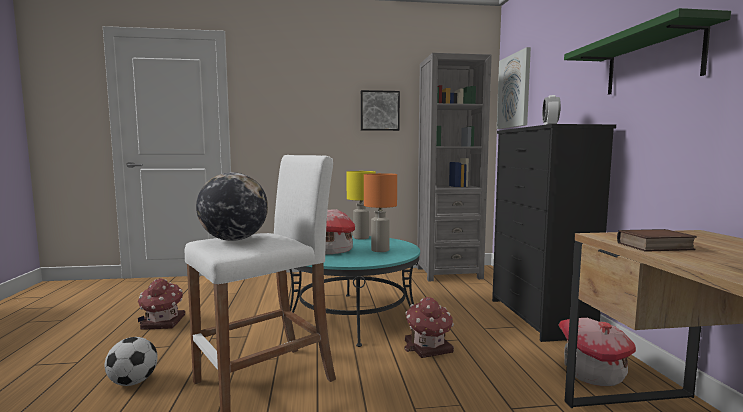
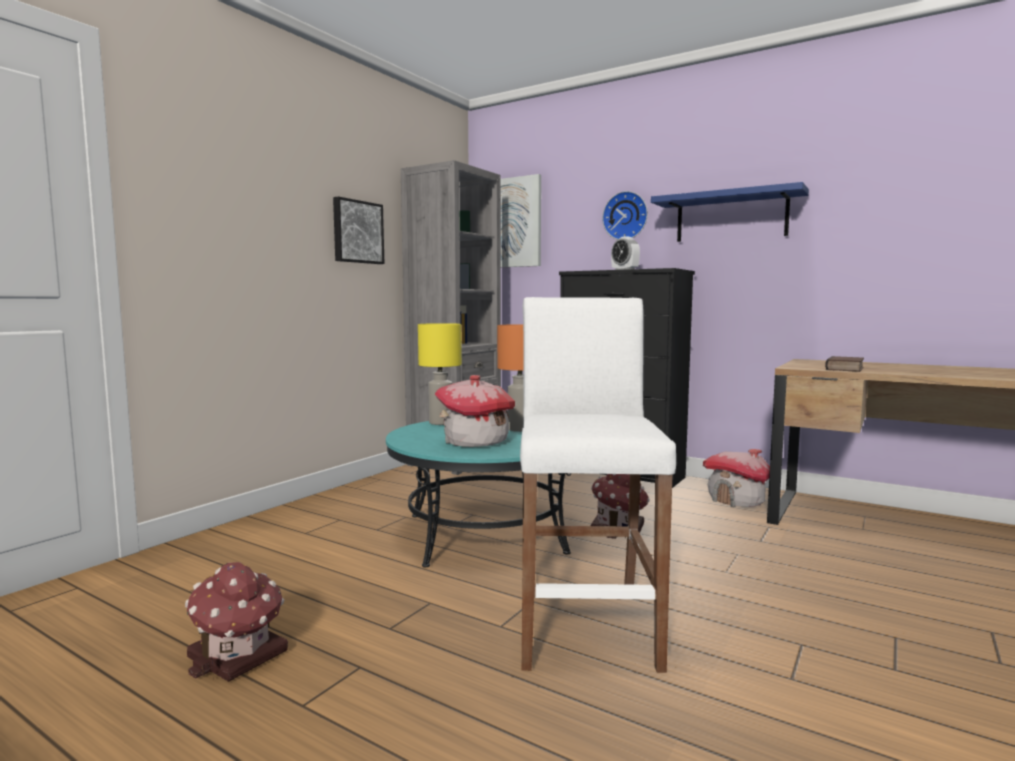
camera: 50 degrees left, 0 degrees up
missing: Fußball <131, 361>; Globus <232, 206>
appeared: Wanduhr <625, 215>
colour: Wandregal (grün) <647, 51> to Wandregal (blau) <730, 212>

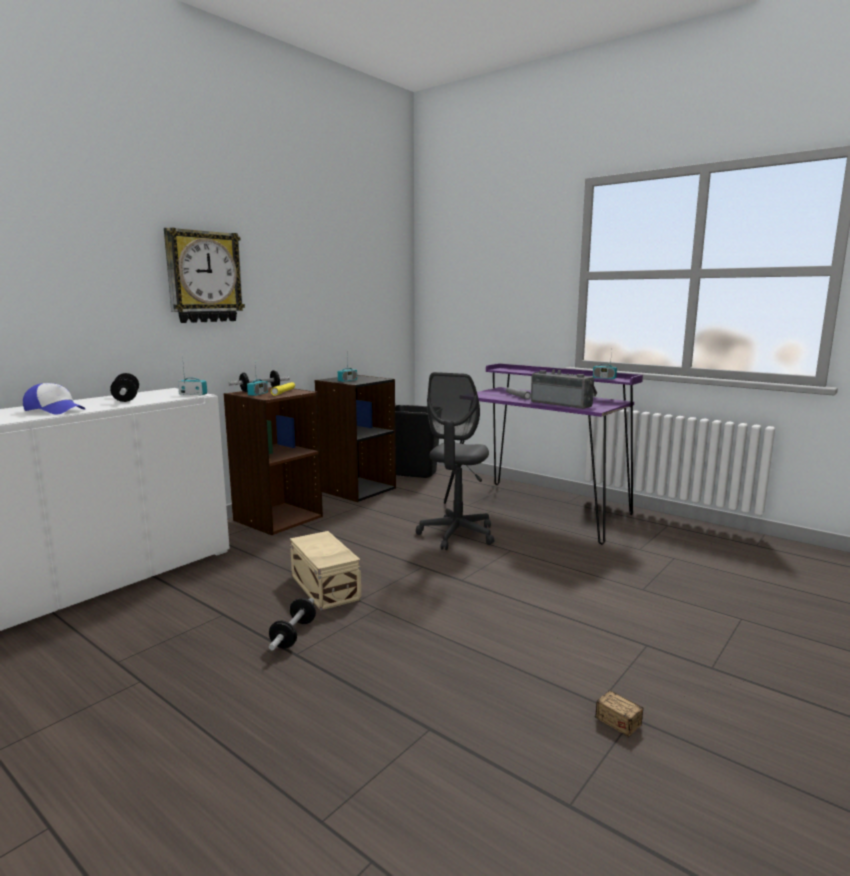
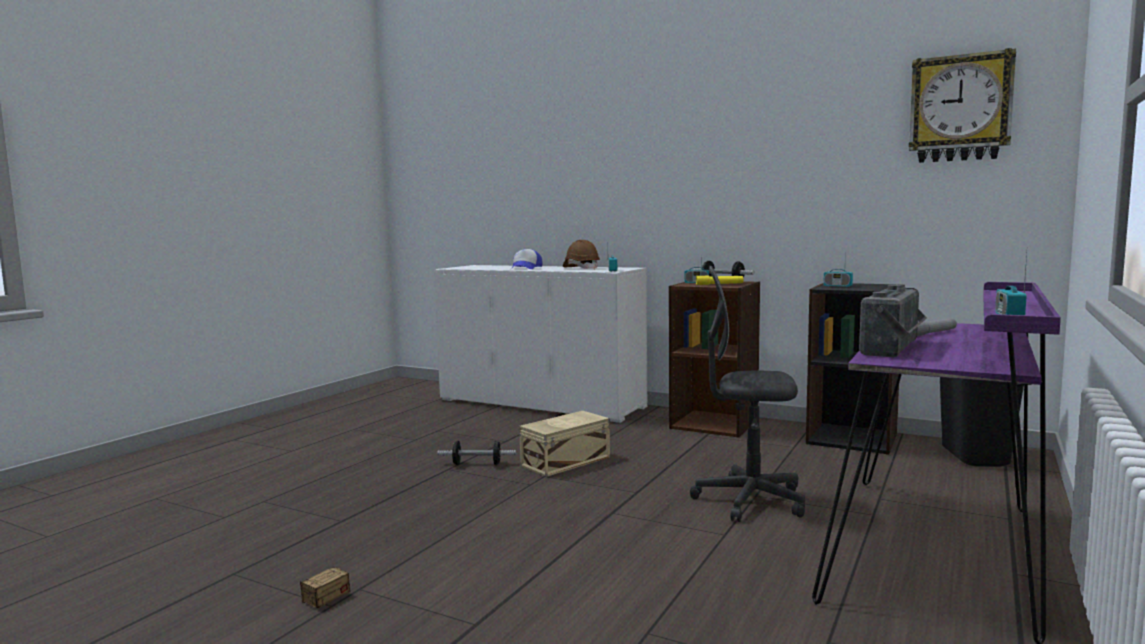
camera: 80 degrees right, 5 degrees down
relocated: Wanduhr <204, 275> to <962, 105>
exchanged: Hantel <124, 387> to Schutzhelm (braun) <581, 255>

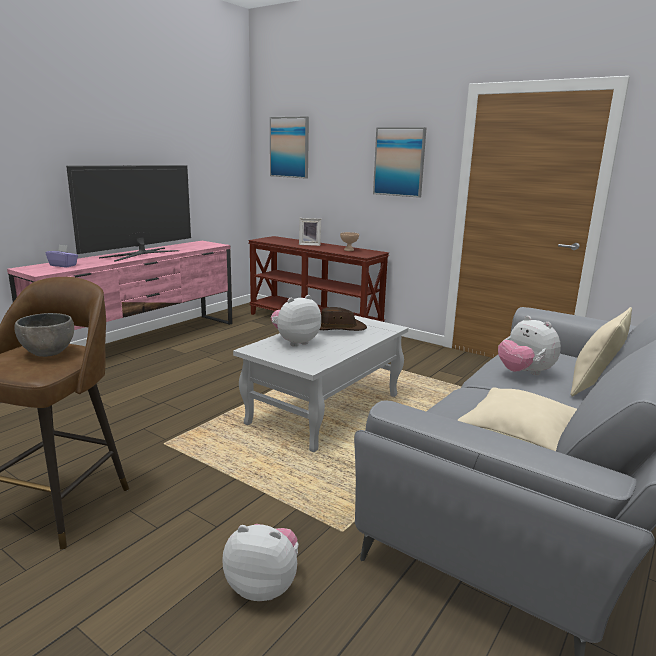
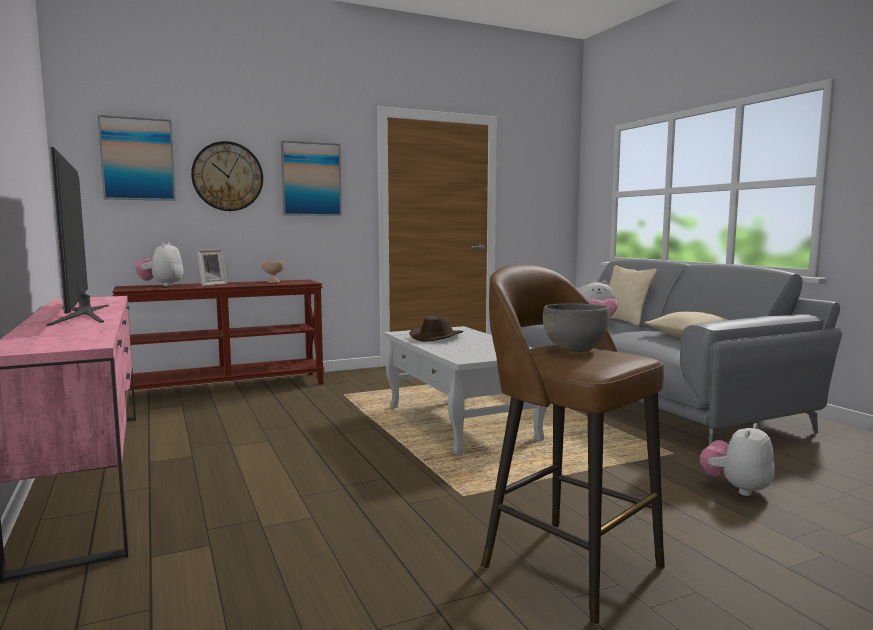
camera: 60 degrees left, 10 degrees down
missing: Taschentuchbox (lila) <61, 256>
appeared: Wanduhr <227, 176>
relocated: Plüschtier <296, 321> to <159, 264>

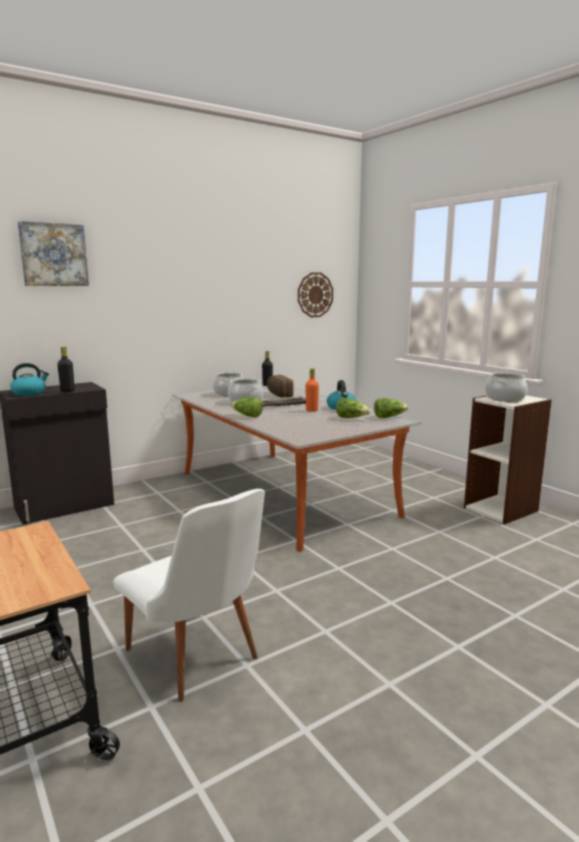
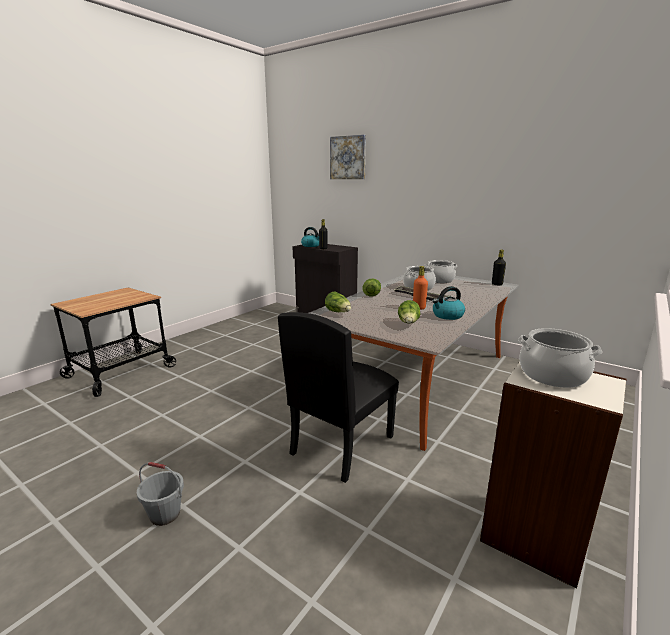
camera: 70 degrees right, 5 degrees up
missing: Stuhl (weiß) <189, 595>; Brot <280, 386>; Wanduhr <315, 294>
appeared: Eimer (grau) <160, 494>; Stuhl (schwarz) <338, 397>
relocated: Salatkopf <391, 408> to <338, 302>

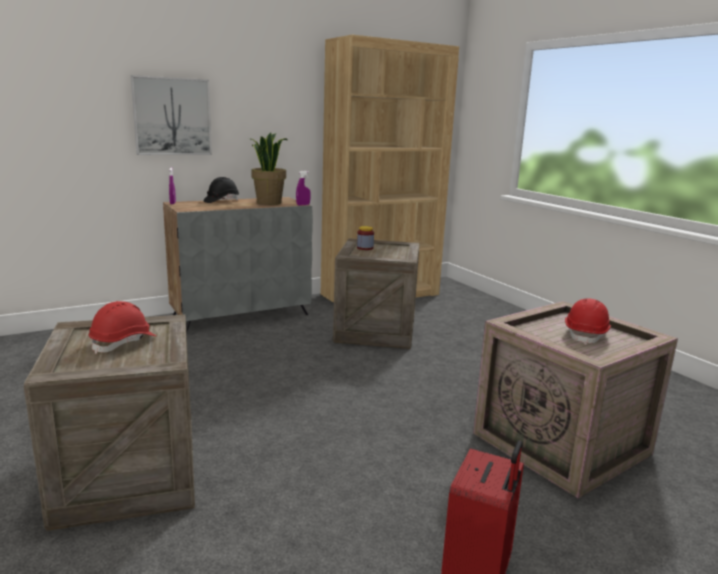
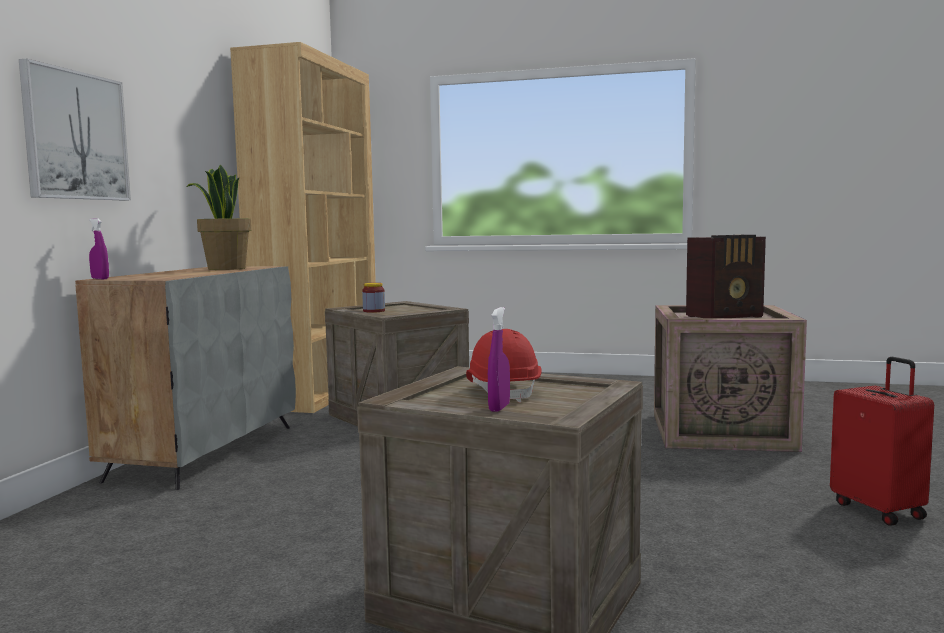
camera: 45 degrees left, 10 degrees down
missing: Schutzhelm (schwarz) <221, 190>
relocated: Sprühflasche (lila) <303, 188> to <499, 359>
exchanged: Schutzhelm (rot) <588, 321> to Radio <726, 276>

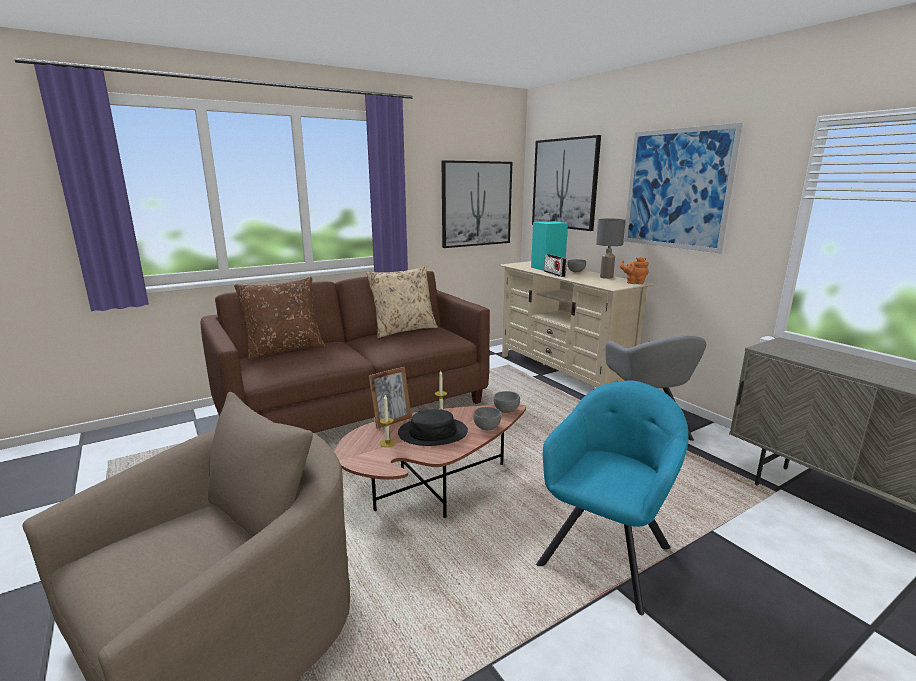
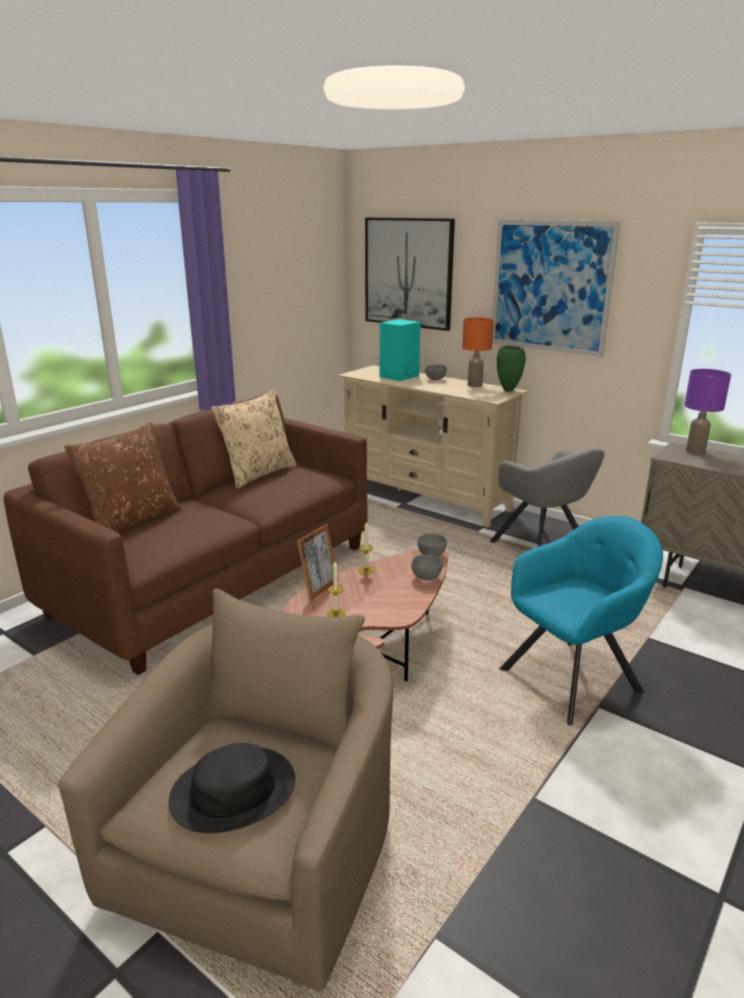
camera: 20 degrees left, 5 degrees up
missing: Bild <477, 204>; Radio <555, 265>
appeared: Tischlampe (lila) <707, 411>
relocated: Hut (schwarz) <433, 427> to <232, 788>
exchanged: Teekanne (orange) <634, 270> to Vase (grün) <511, 368>
colour: Tischlampe (grau) <611, 249> to Tischlampe (orange) <478, 352>
spun: Sessel (türkis) <612, 497> = <581, 621> 45 degrees clockwise

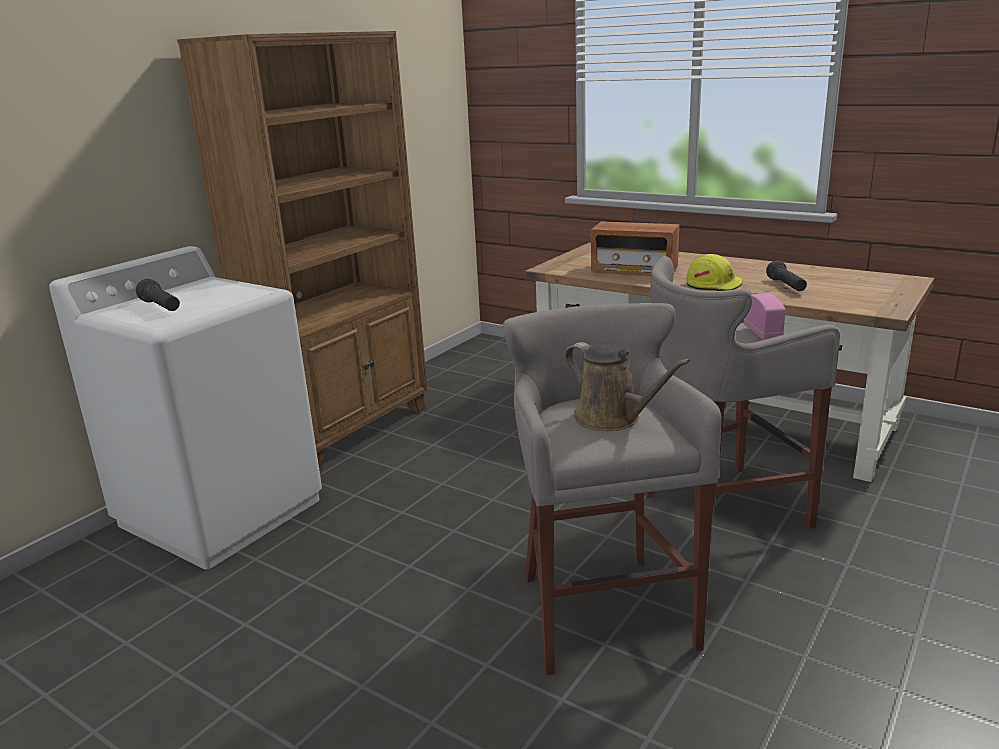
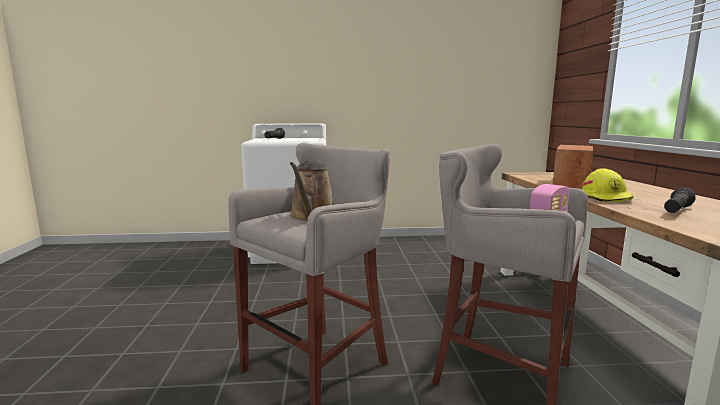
camera: 50 degrees right, 10 degrees down
missing: Bücherregal (braun) <302, 251>
spun: Radio <635, 248> = <572, 167> 135 degrees counterclockwise

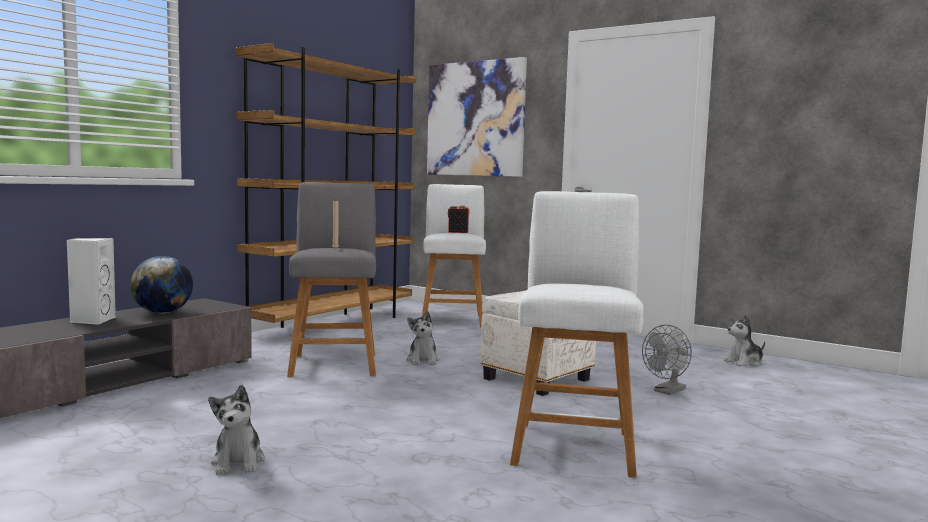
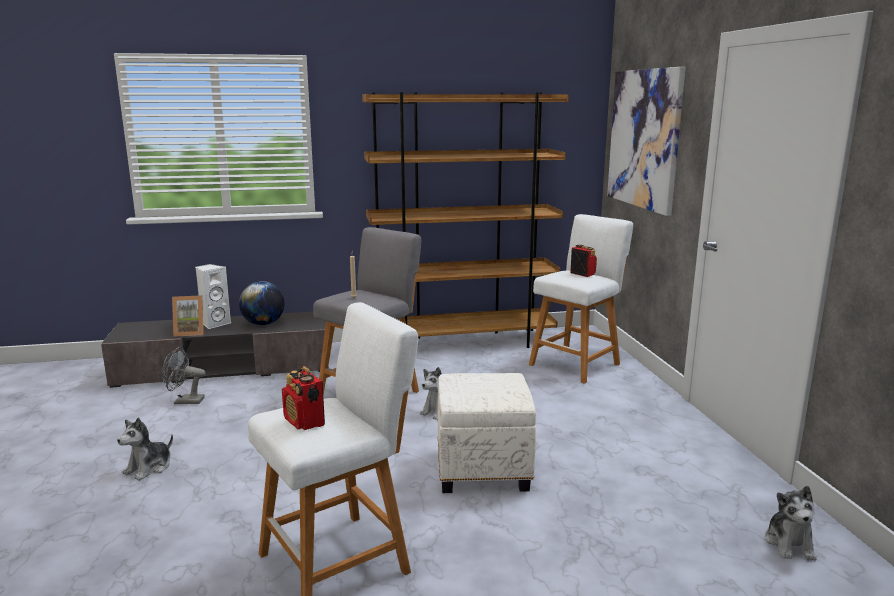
camera: 45 degrees right, 10 degrees up
appeared: Bilderrahmen <188, 316>; Radio <303, 398>
relocated: Ventilator (grau) <667, 360> to <184, 375>
spun: Plüschtier <744, 341> = <791, 523> 105 degrees counterclockwise

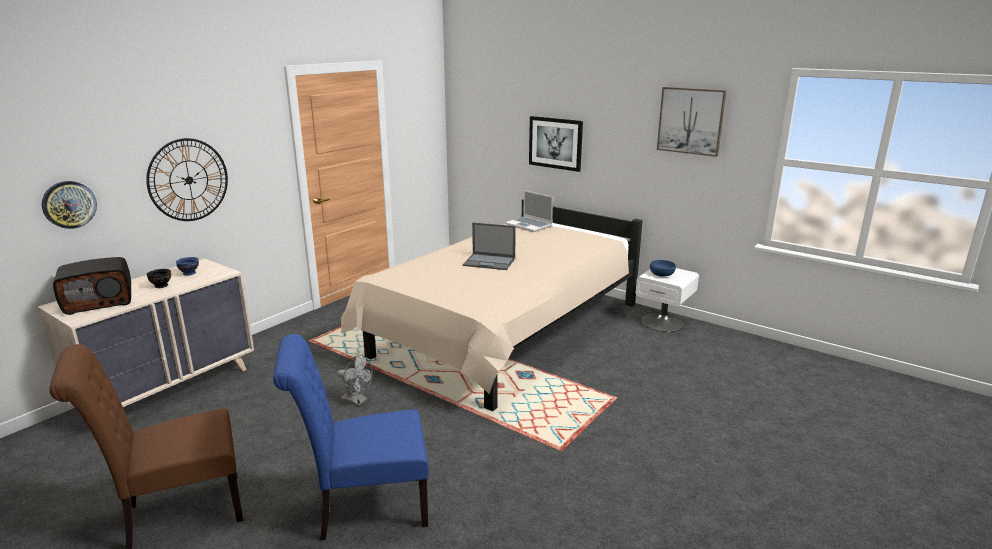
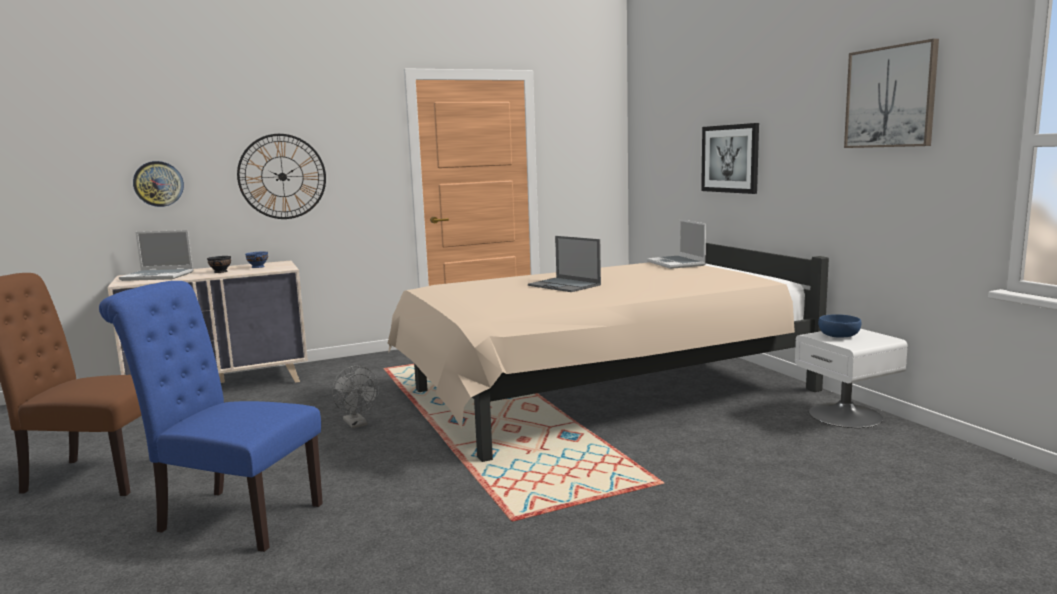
camera: 30 degrees right, 10 degrees down
exchanged: Radio <92, 286> to Laptop <156, 255>

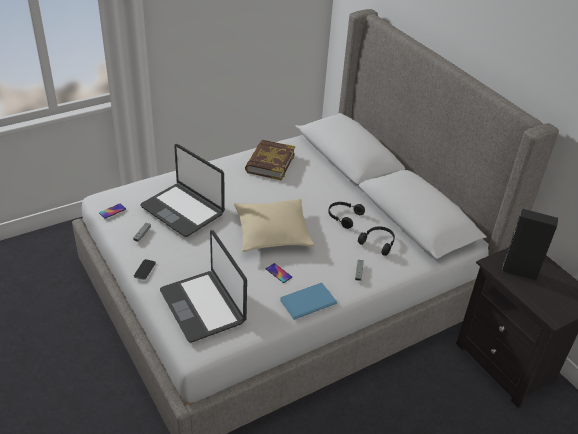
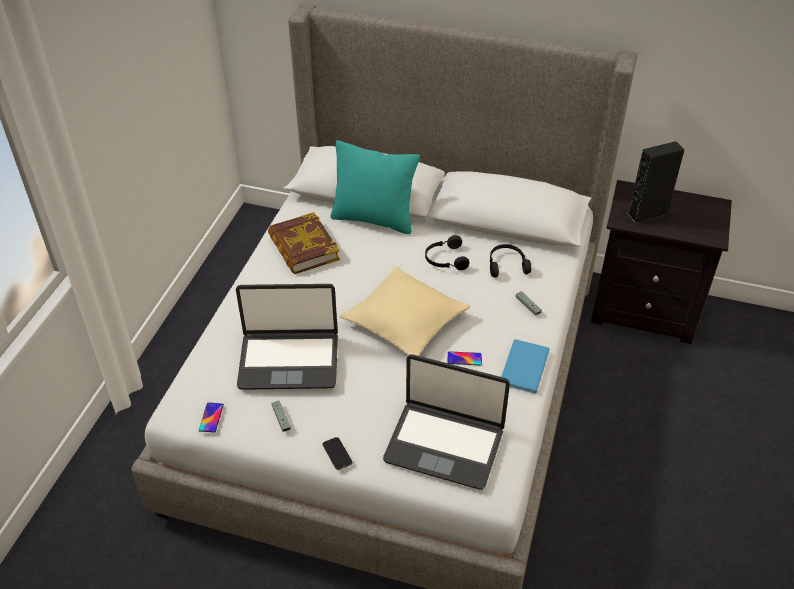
camera: 40 degrees left, 5 degrees up
appeared: Kissen (türkis) <375, 187>

